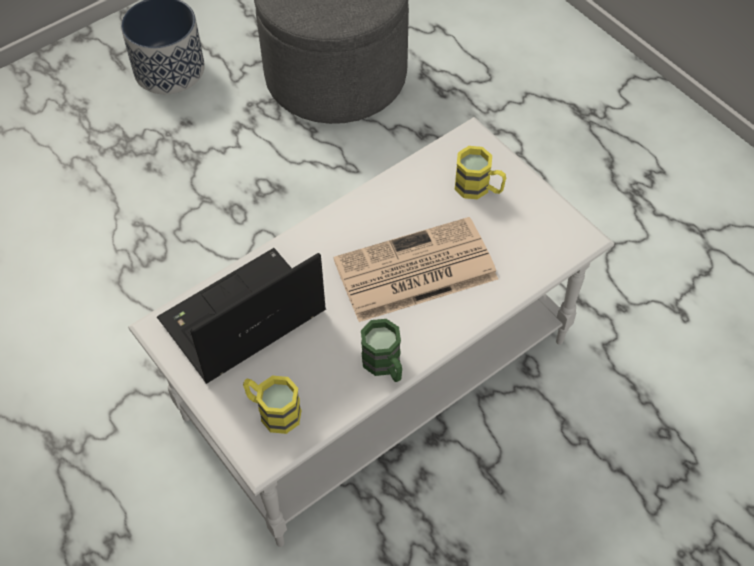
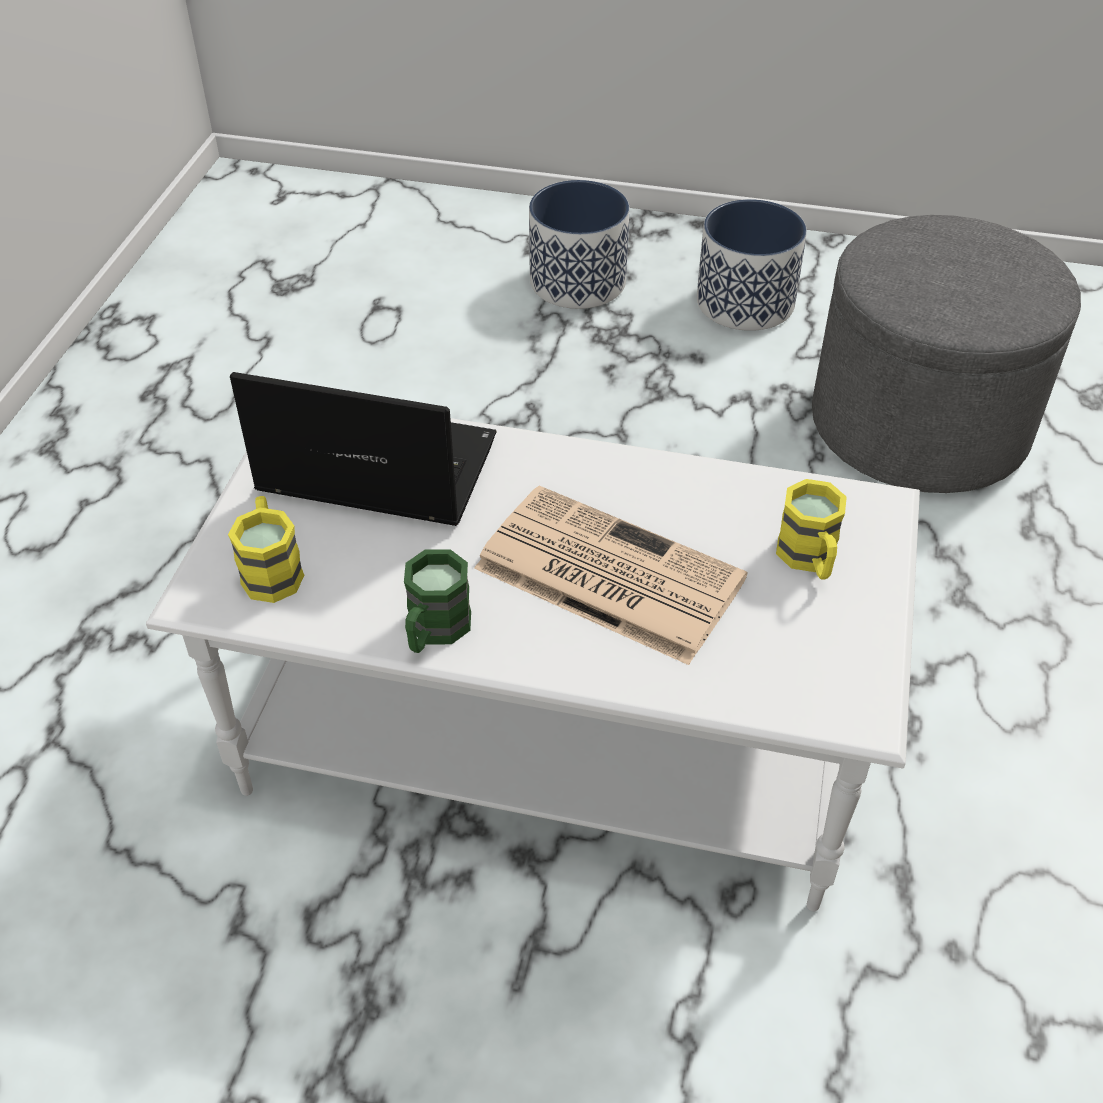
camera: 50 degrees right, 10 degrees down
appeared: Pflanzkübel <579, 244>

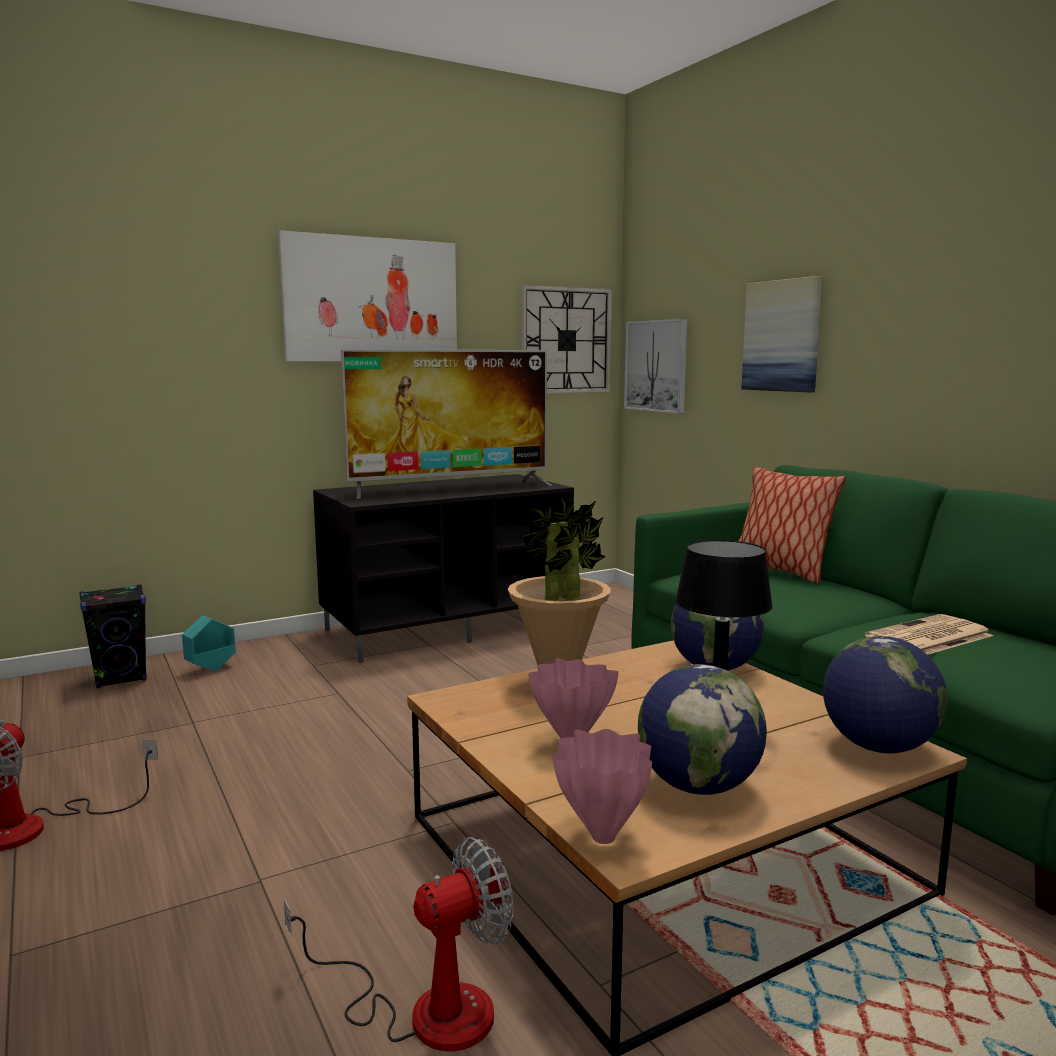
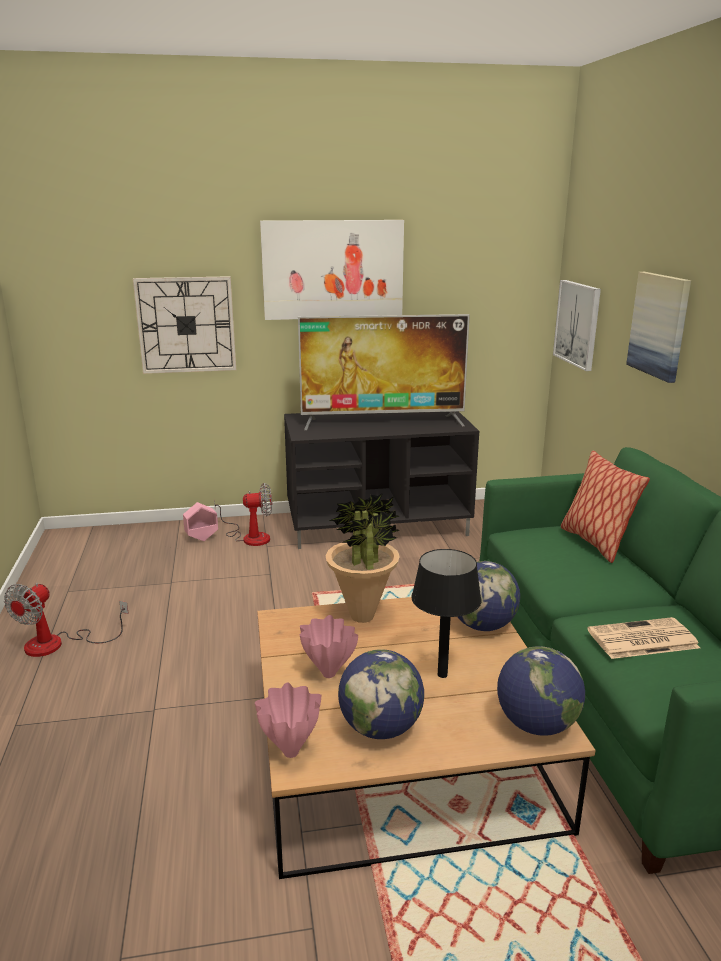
camera: 20 degrees right, 10 degrees up
missing: Lautsprecher (schwarz) <113, 636>
relocated: Ventilator <398, 944> to <243, 514>; Wanduhr <566, 339> to <184, 325>
colour: Pflanzkübel (türkis) <209, 643> to Pflanzkübel (rosa) <200, 521>

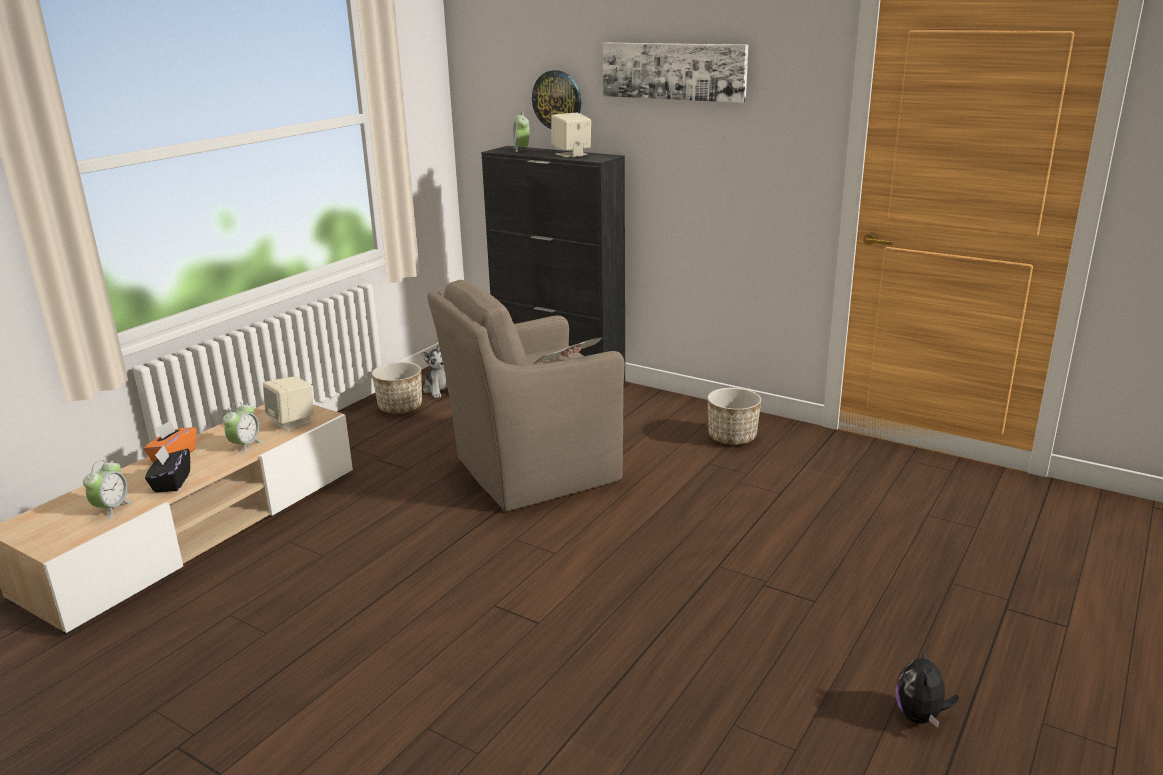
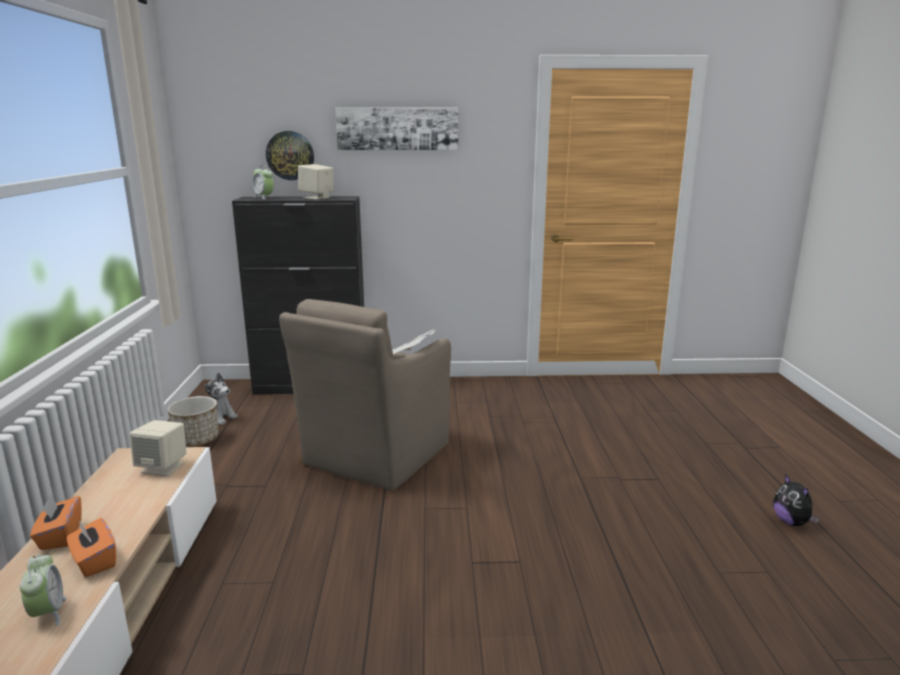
camera: 35 degrees left, 5 degrees down
missing: Wecker <243, 428>; Pflanzkübel <734, 416>
colour: Taschentuchbox (schwarz) <167, 468> to Taschentuchbox (orange) <91, 547>

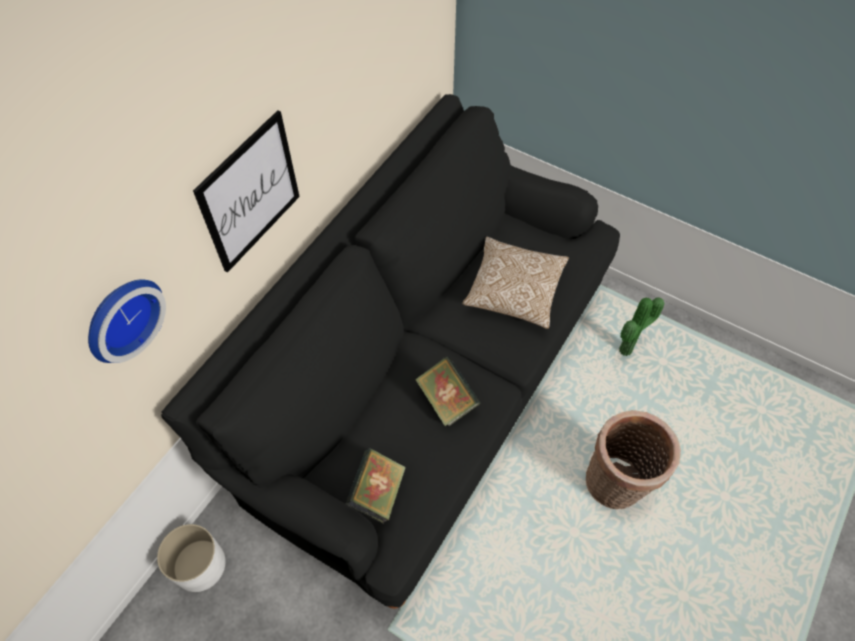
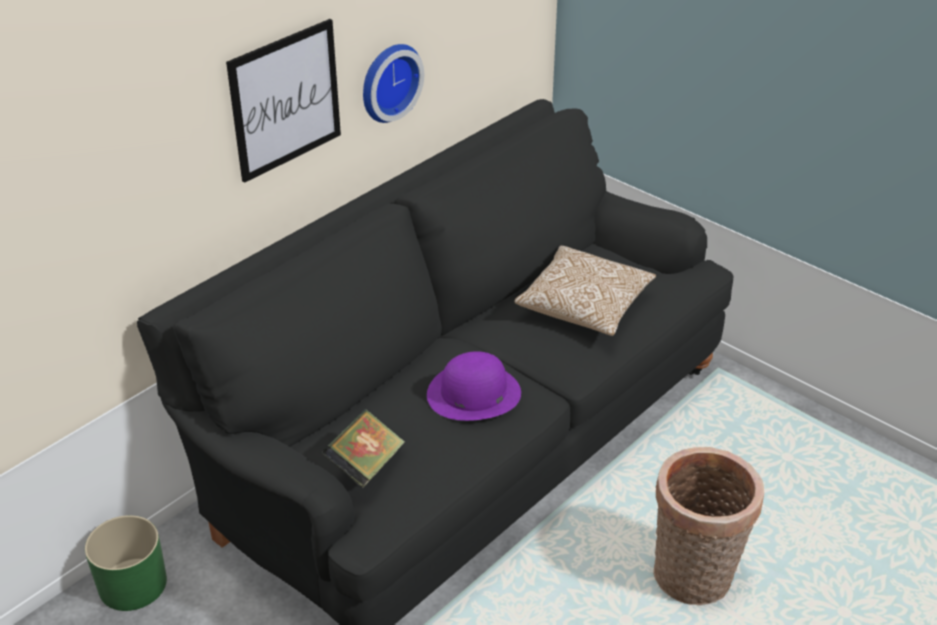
camera: 10 degrees right, 20 degrees down
missing: Topfpflanze <642, 326>
relocated: Wanduhr <127, 321> to <393, 83>
exchanged: Buch <447, 391> to Hut (lila) <474, 386>
colour: Pflanzkübel (weiß) <191, 558> to Pflanzkübel (grün) <126, 563>

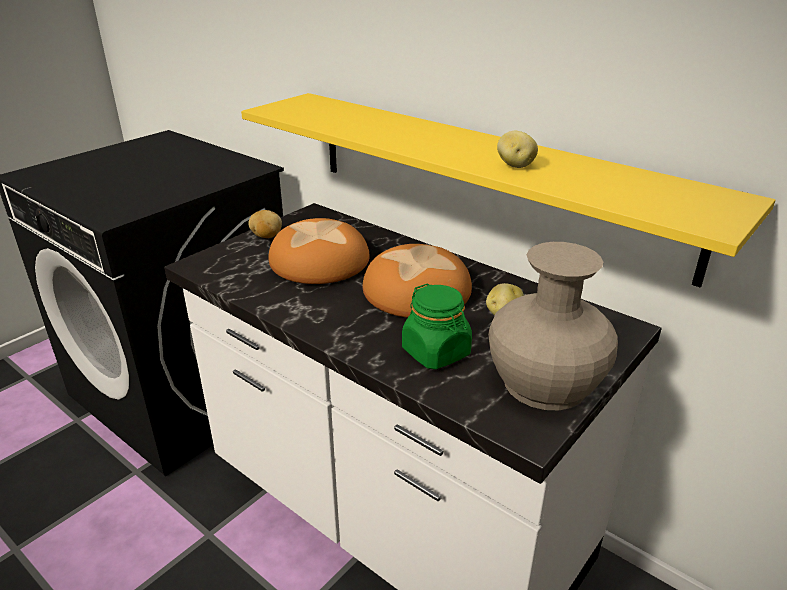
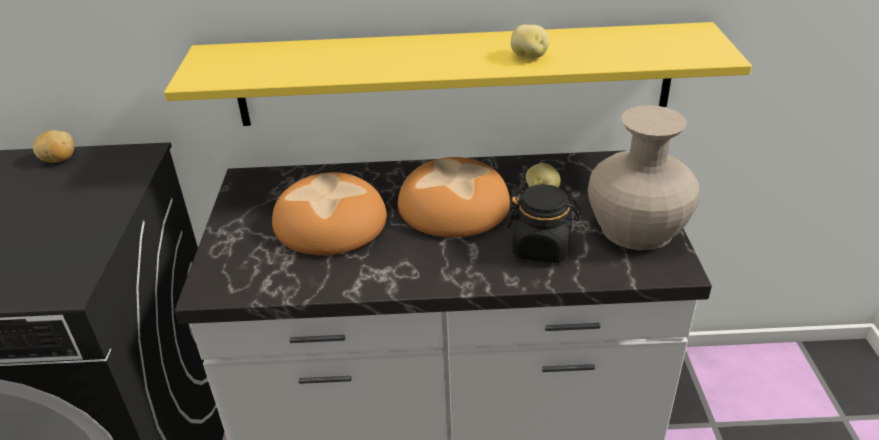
camera: 40 degrees left, 5 degrees up
relocated: Kartoffel <265, 224> to <53, 146>
colour: Vorratsglas (grün) <437, 326> to Vorratsglas (schwarz) <544, 223>

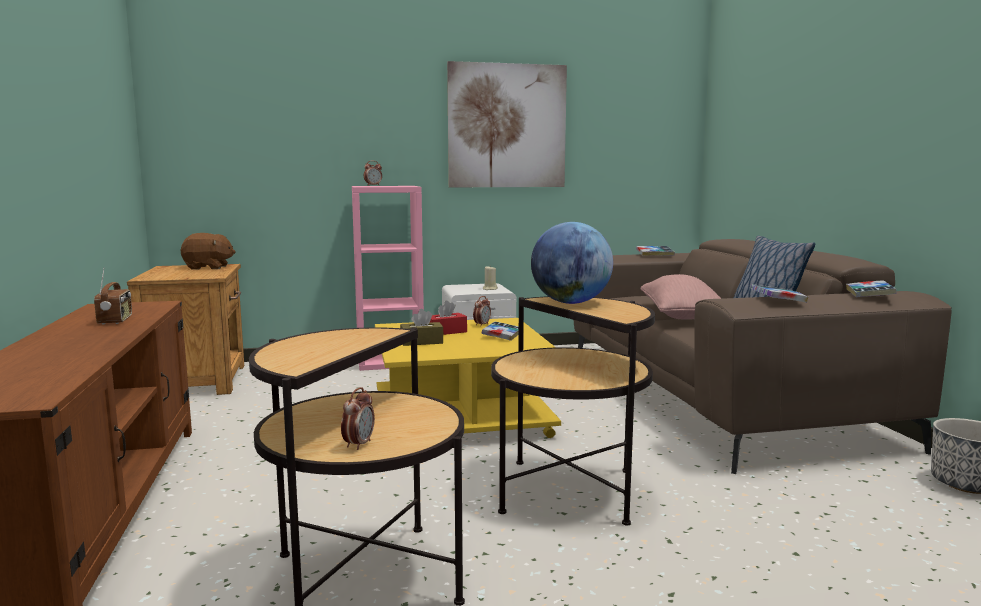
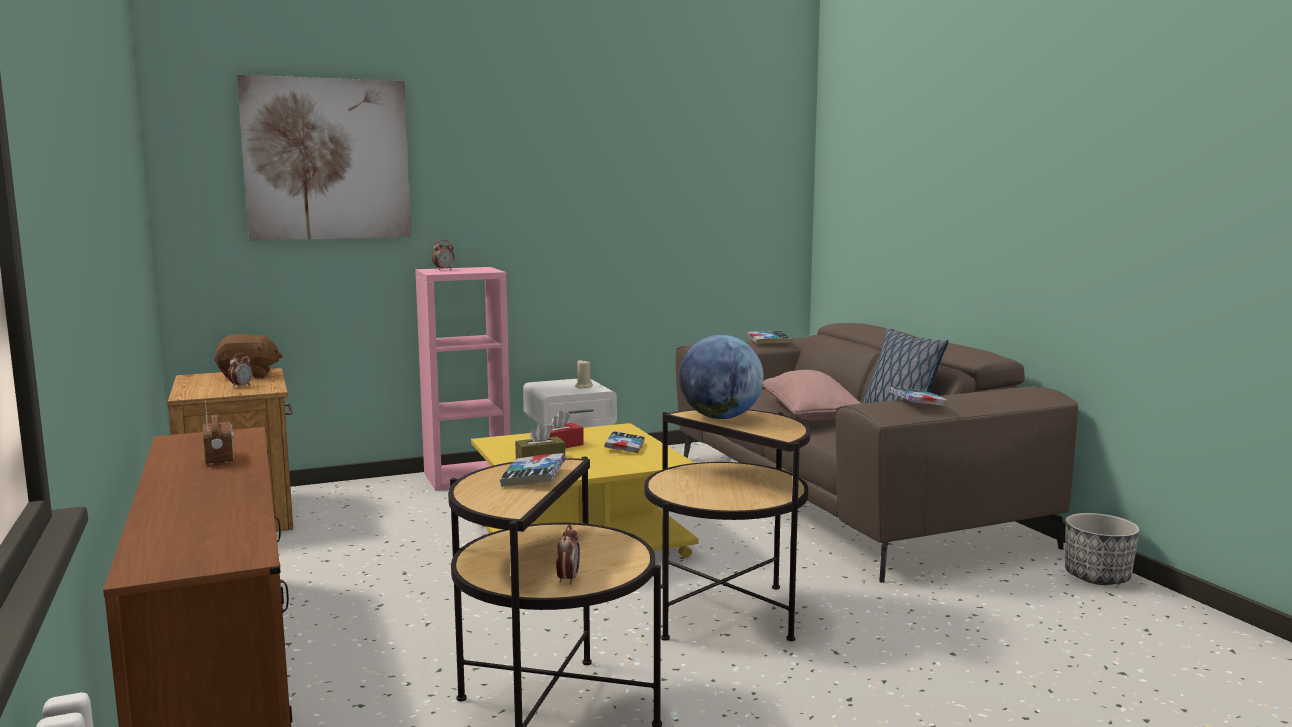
camera: 10 degrees left, 0 degrees up
relocated: Bild <507, 124> to <324, 158>; Wecker <482, 310> to <240, 370>; Buch <871, 288> to <532, 470>

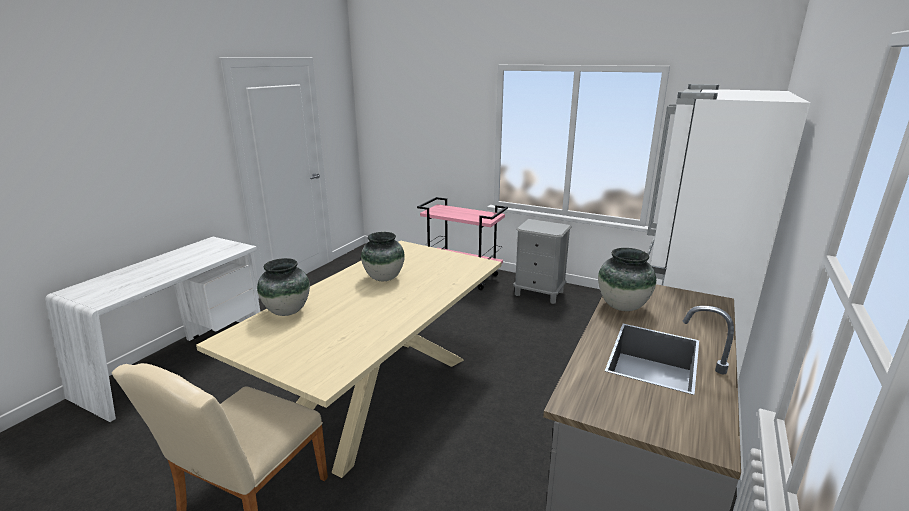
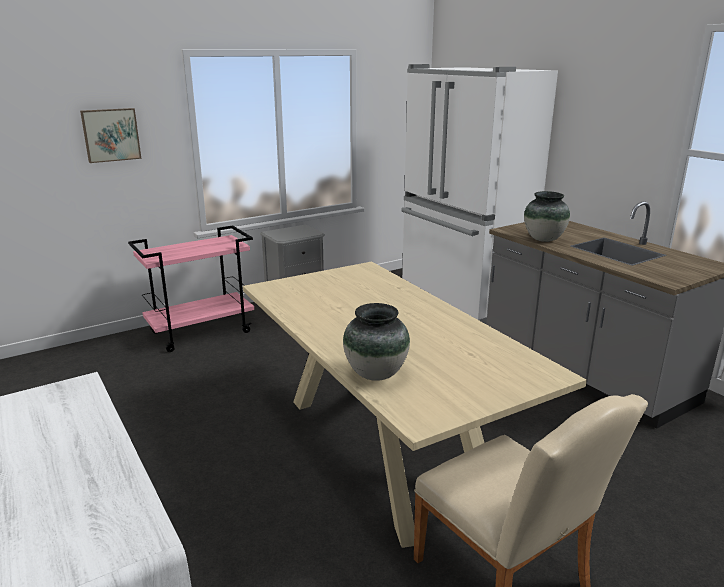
camera: 60 degrees left, 0 degrees up
missing: Vase <383, 256>
appeared: Bild <110, 135>

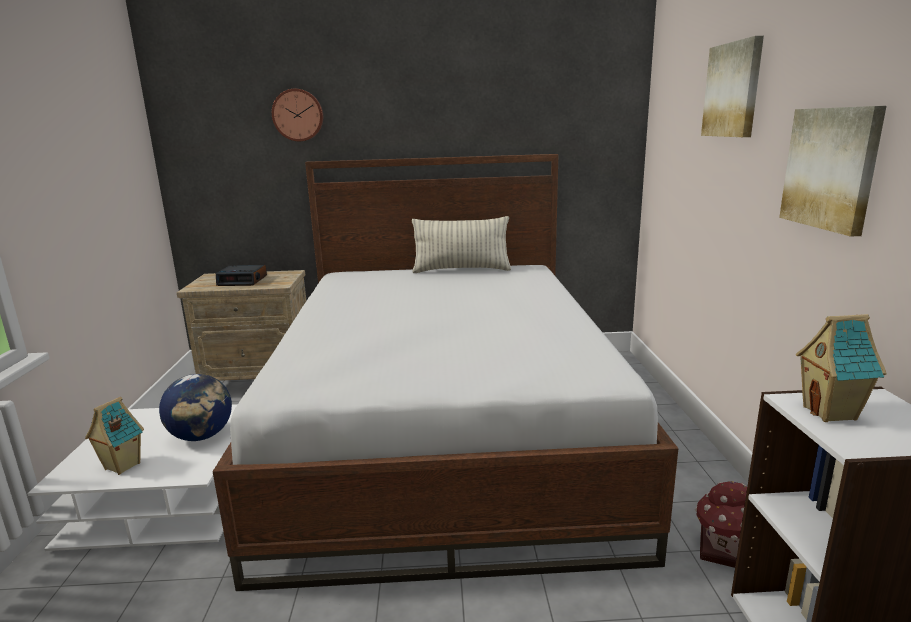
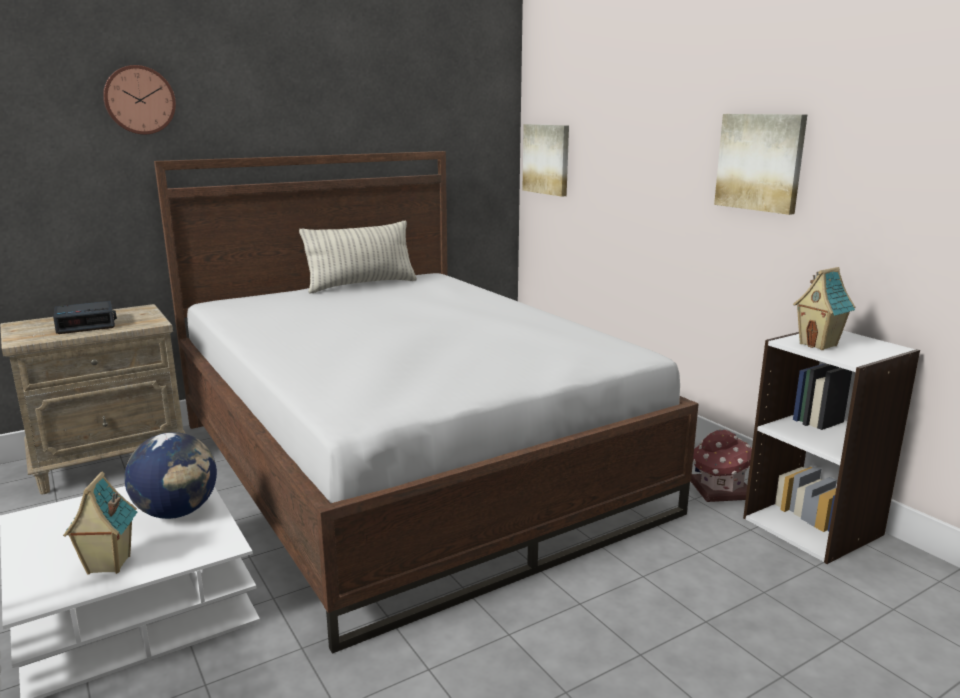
camera: 30 degrees left, 0 degrees up
relocated: Bild <732, 86> to <545, 160>

